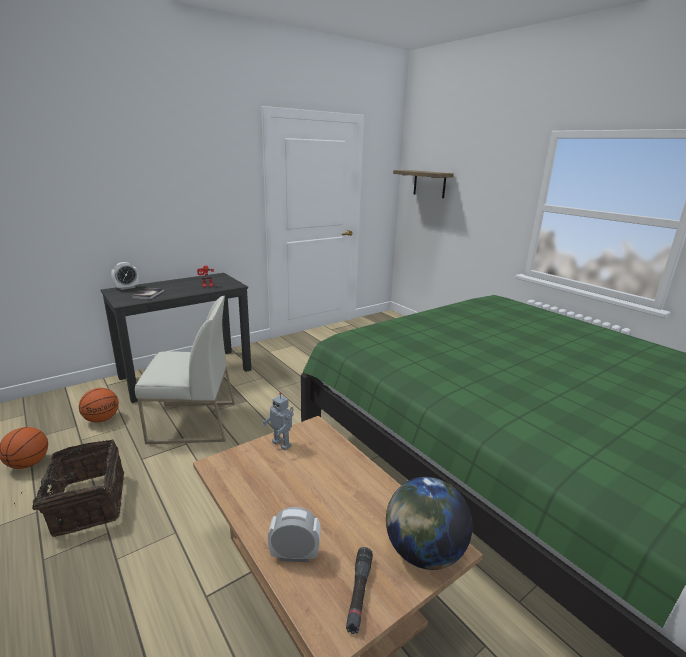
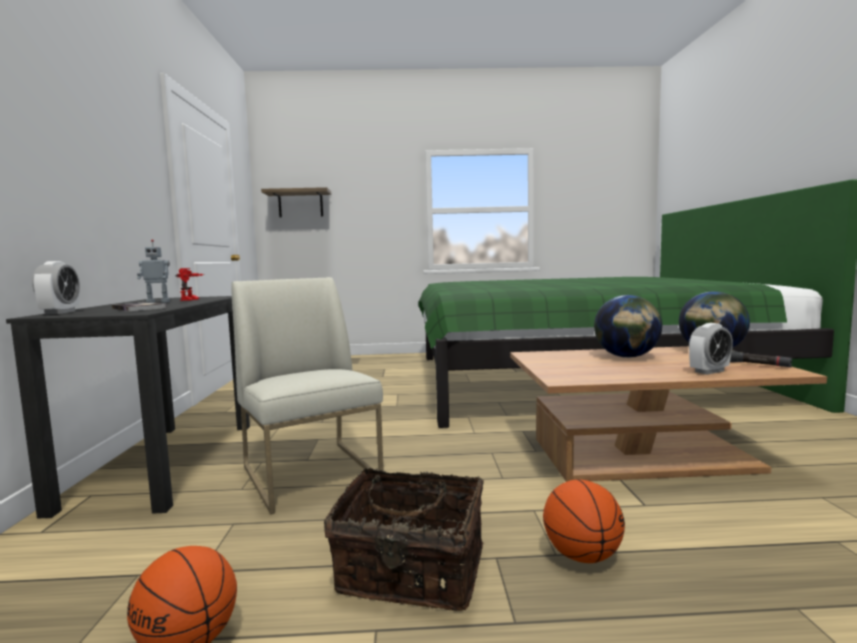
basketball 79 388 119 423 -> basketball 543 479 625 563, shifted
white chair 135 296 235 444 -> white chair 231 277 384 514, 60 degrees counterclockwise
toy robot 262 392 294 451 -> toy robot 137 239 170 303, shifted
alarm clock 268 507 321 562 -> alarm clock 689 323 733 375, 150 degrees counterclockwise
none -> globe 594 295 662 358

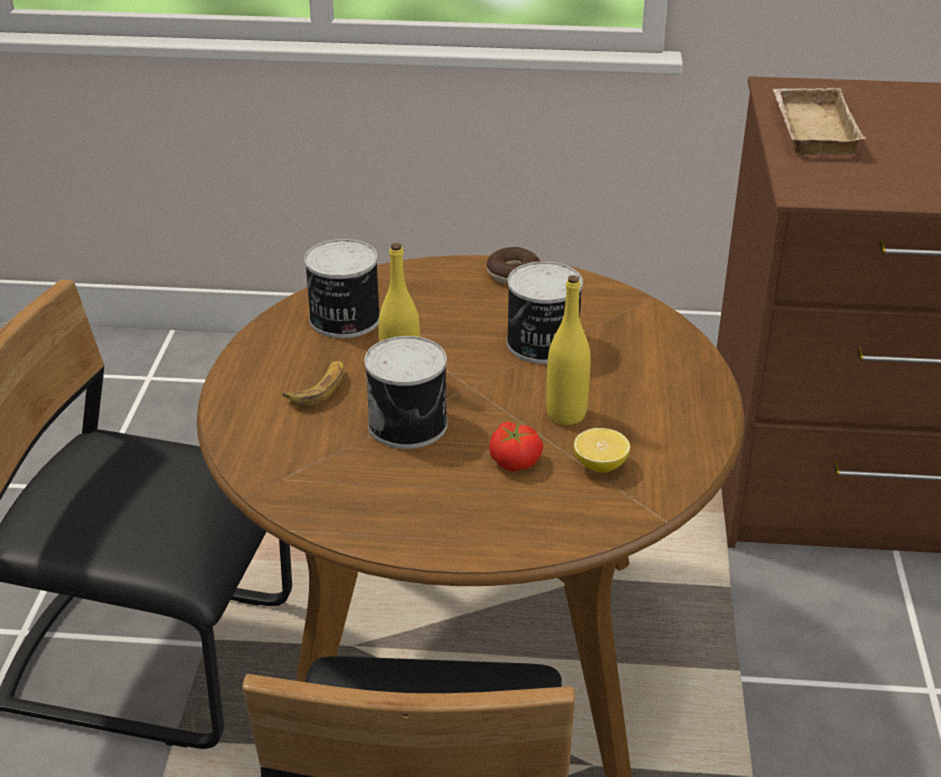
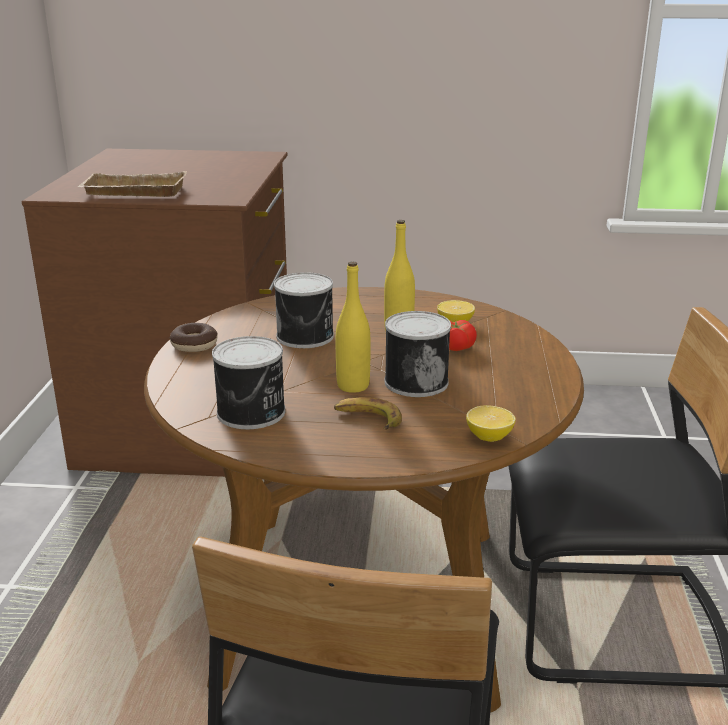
none -> lemon 466 405 516 442

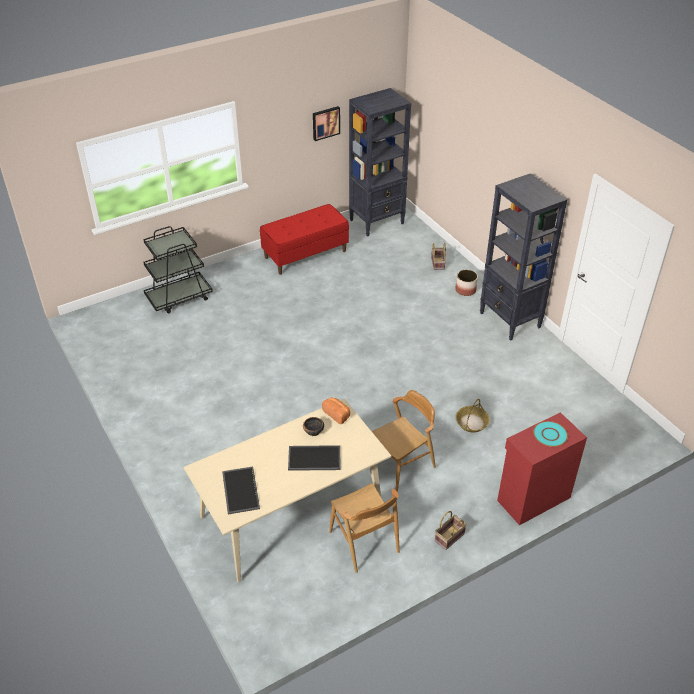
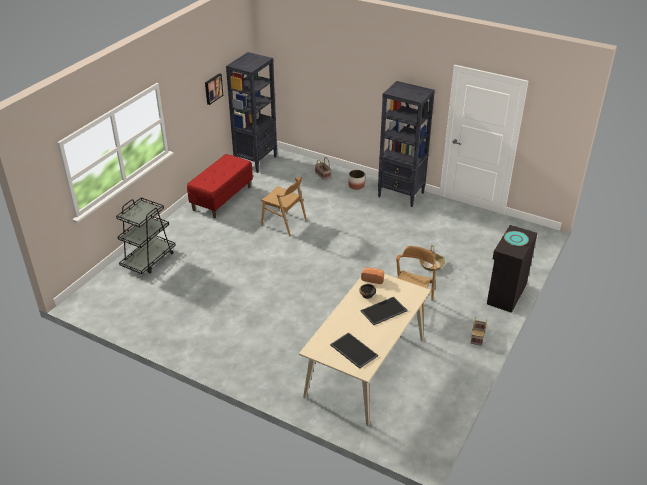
brown chair 329 483 400 573 -> brown chair 261 177 307 236, shifted
red cabinet 497 412 587 525 -> black cabinet 487 225 537 313

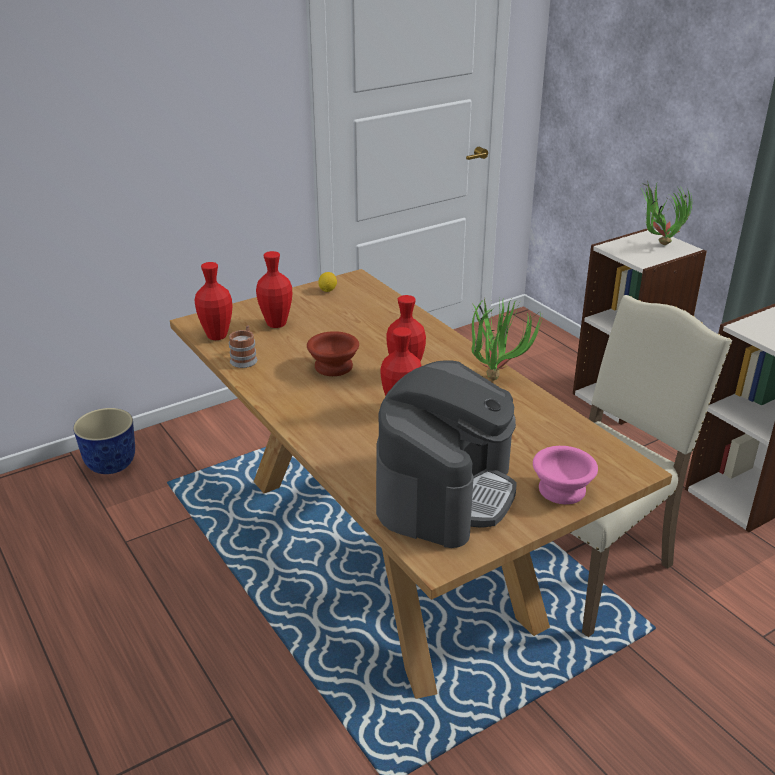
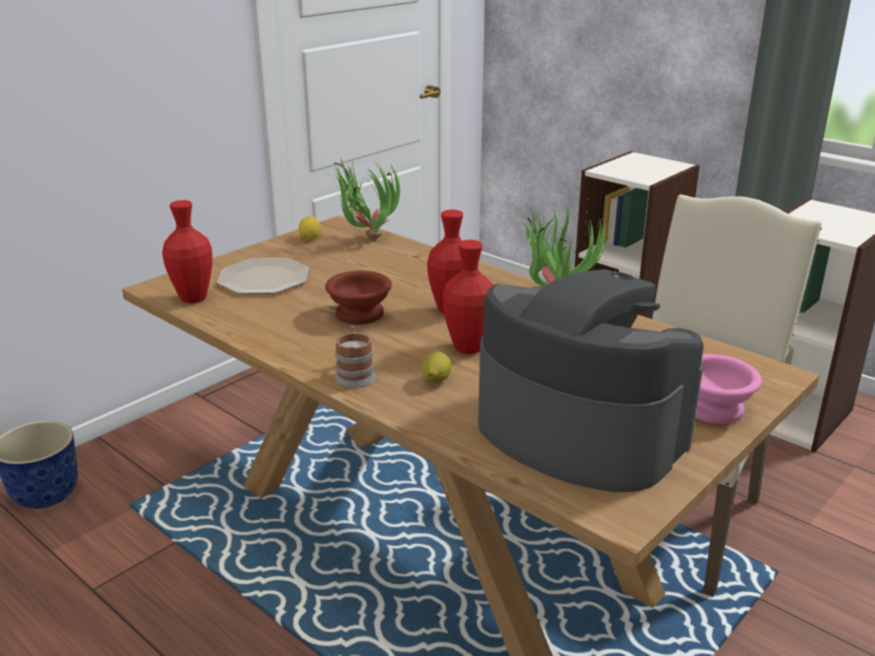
mug 229 325 258 368 -> mug 335 326 376 388, shifted
red vase 256 251 292 328 -> plate 216 258 309 294
coffee machine 376 360 517 548 -> coffee machine 478 269 704 492, 60 degrees counterclockwise
potted plant 641 183 692 245 -> potted plant 328 158 400 240, shifted
none -> lemon 422 352 451 383

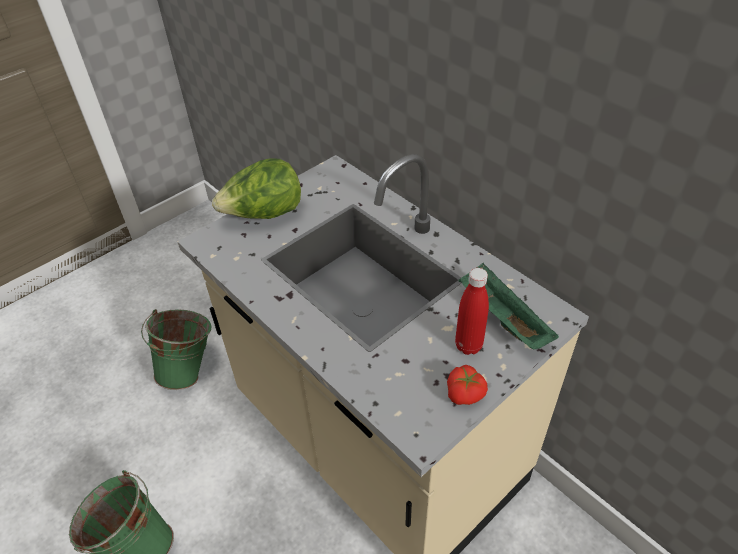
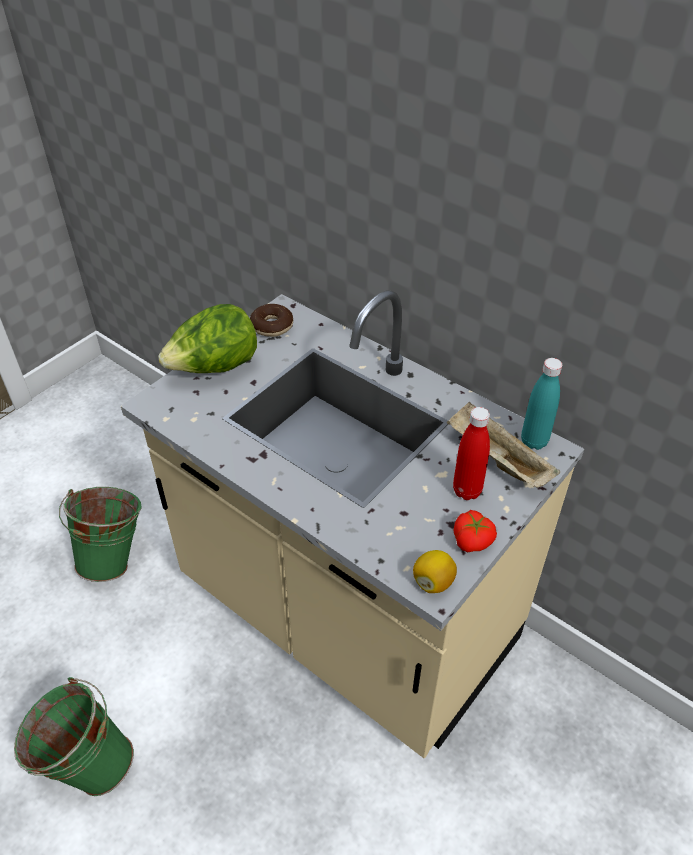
green tray 459 263 559 350 -> beige tray 447 402 560 488
none -> donut 250 304 293 337
none -> lemon 413 550 457 593
none -> turquoise bottle 521 358 562 450

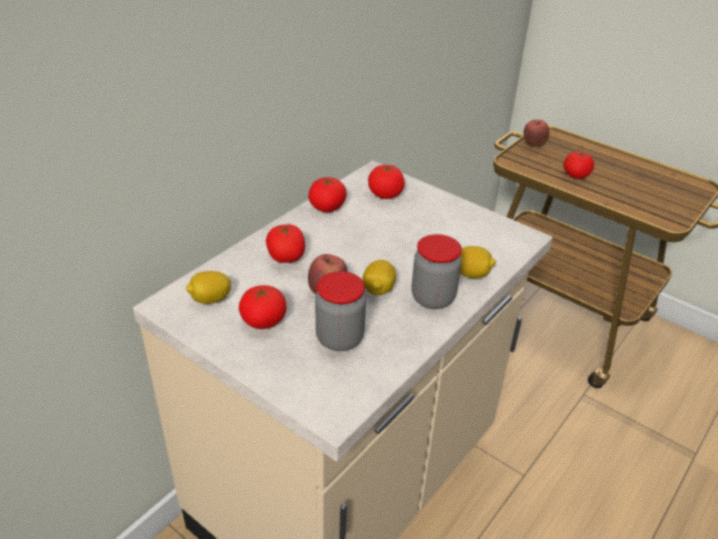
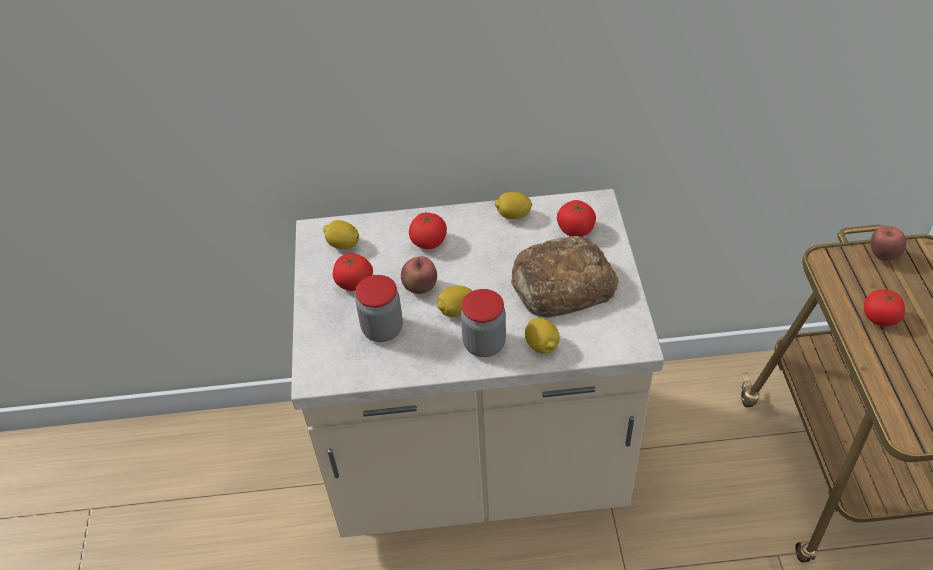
tomato 308 177 347 212 -> lemon 495 192 532 219
none -> bread 511 236 619 318

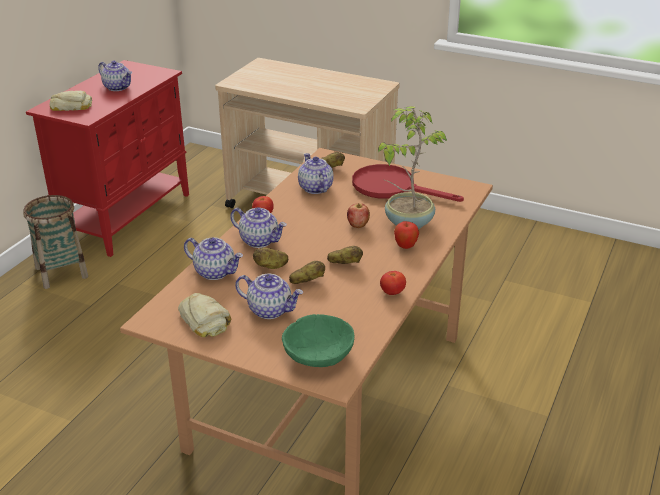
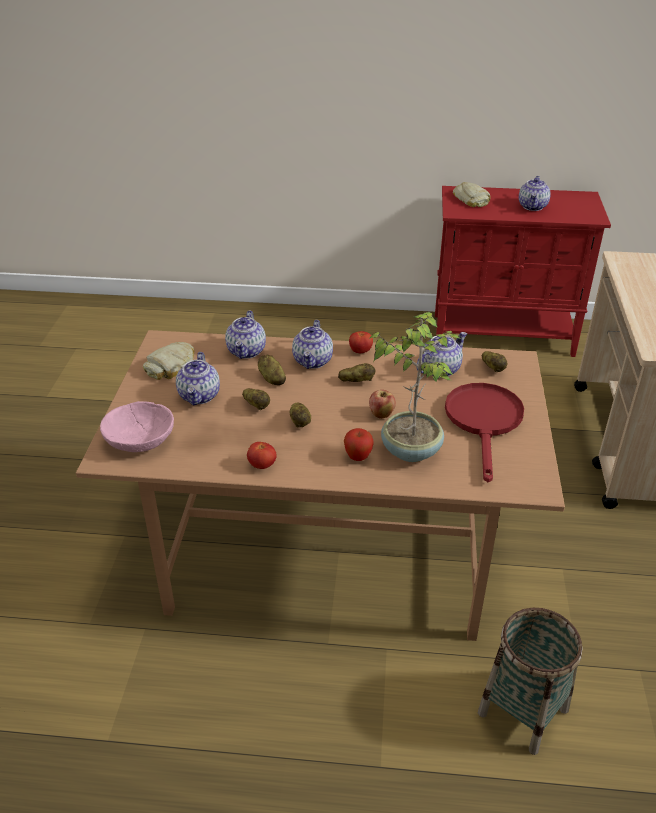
basket 23 195 88 289 -> basket 478 608 583 755, shifted
green bowl 282 314 354 367 -> pink bowl 100 401 174 452
none -> potato 338 363 375 382

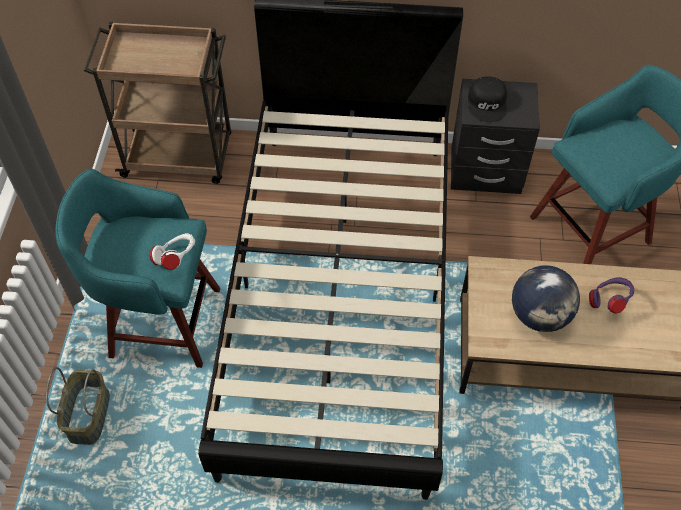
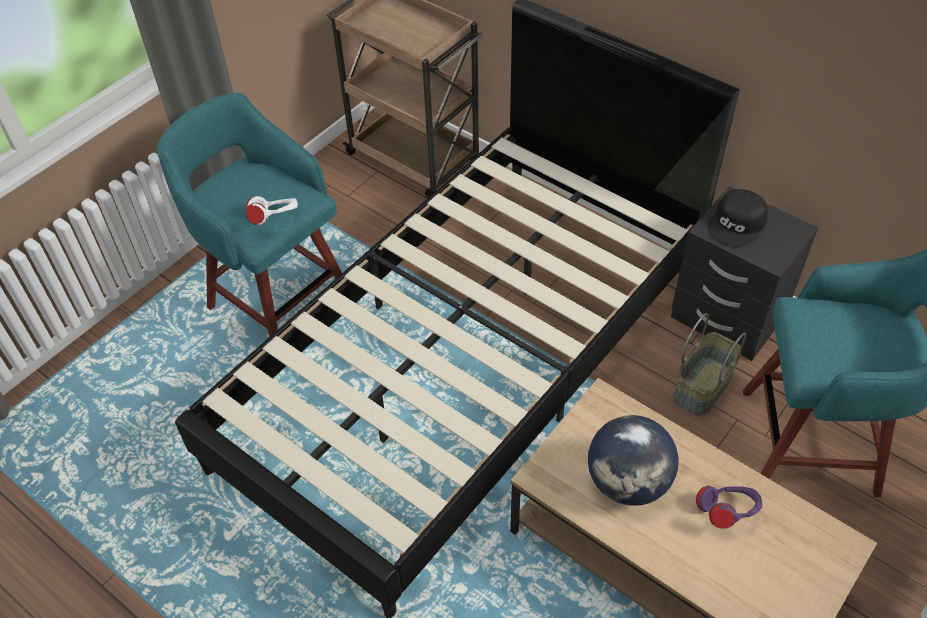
basket 46 367 110 445 -> basket 673 313 746 416, shifted

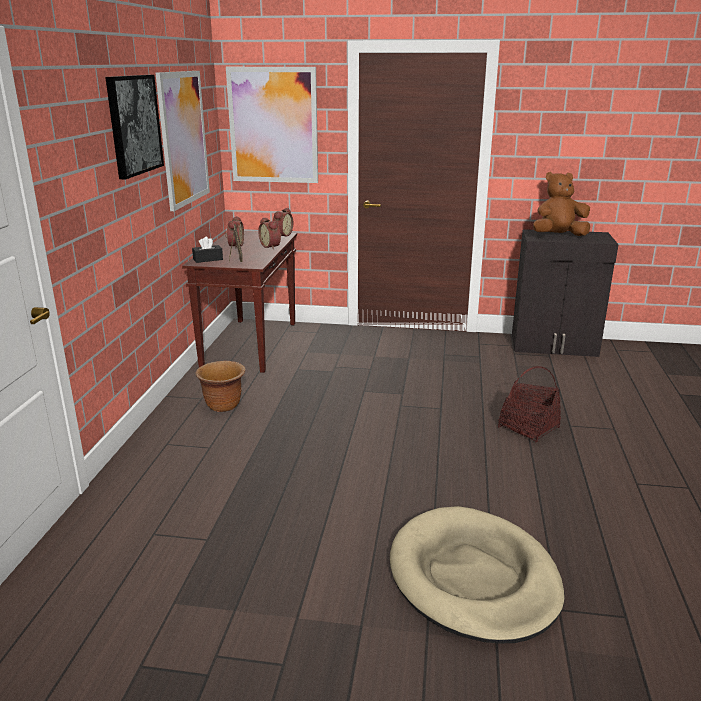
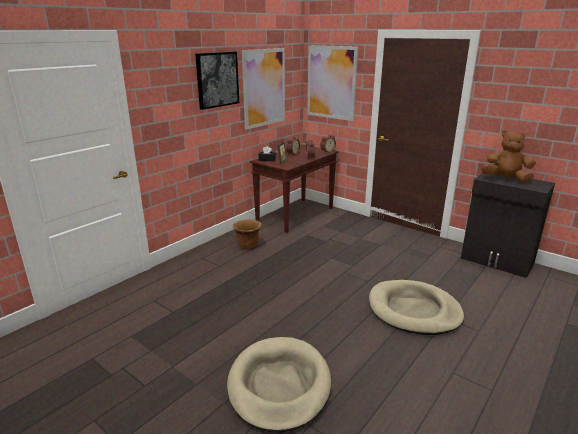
basket 498 366 561 442 -> beige dog bed 369 280 464 335

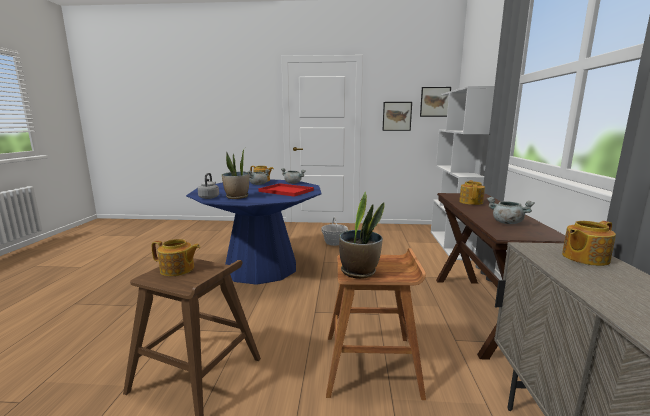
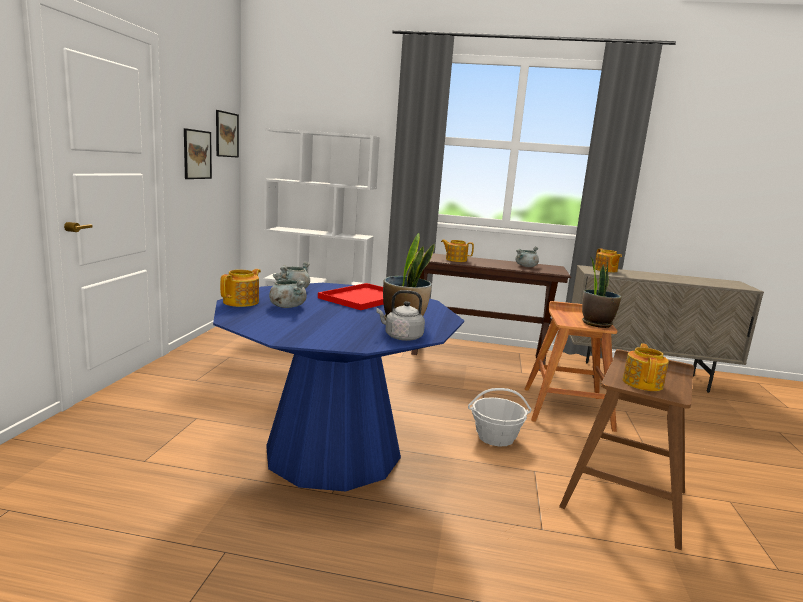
basket 321 217 348 246 -> basket 468 388 532 447, shifted

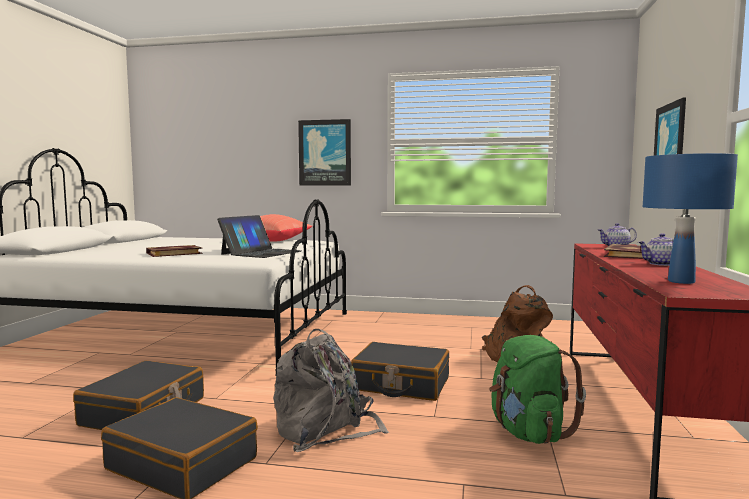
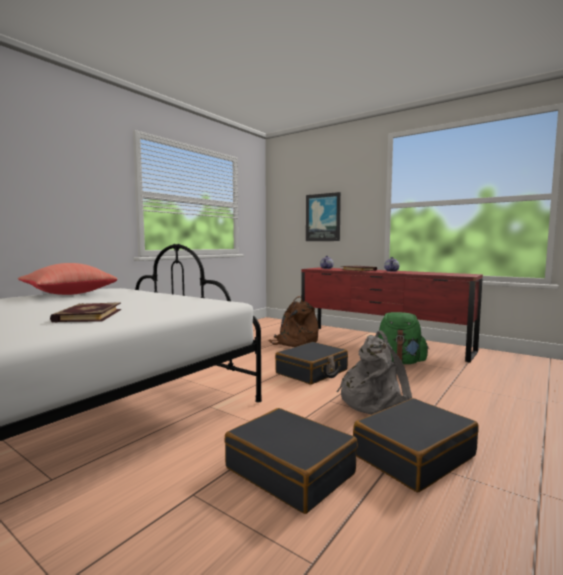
laptop 217 215 302 258 -> none
picture 298 119 351 186 -> none
blue table lamp 643 153 738 284 -> none

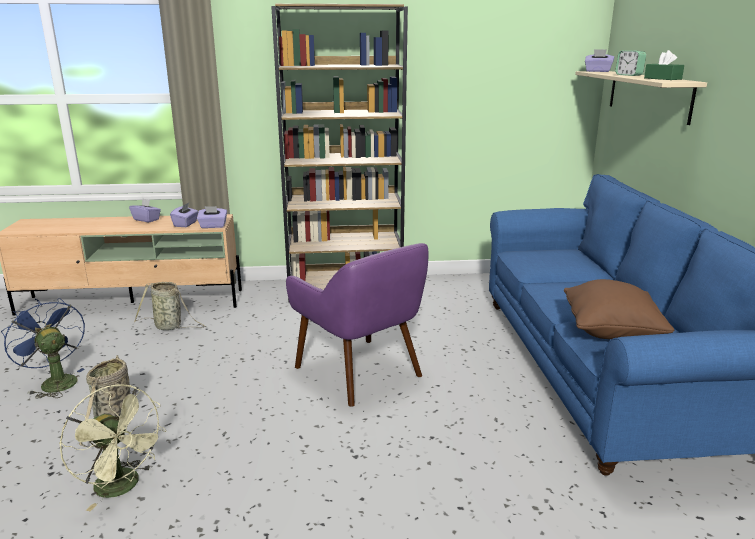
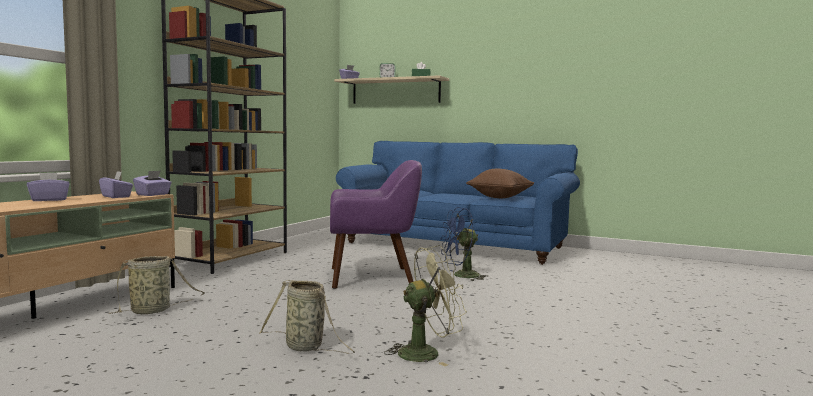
blue fan 1 298 85 399 -> blue fan 440 207 488 281, shifted

